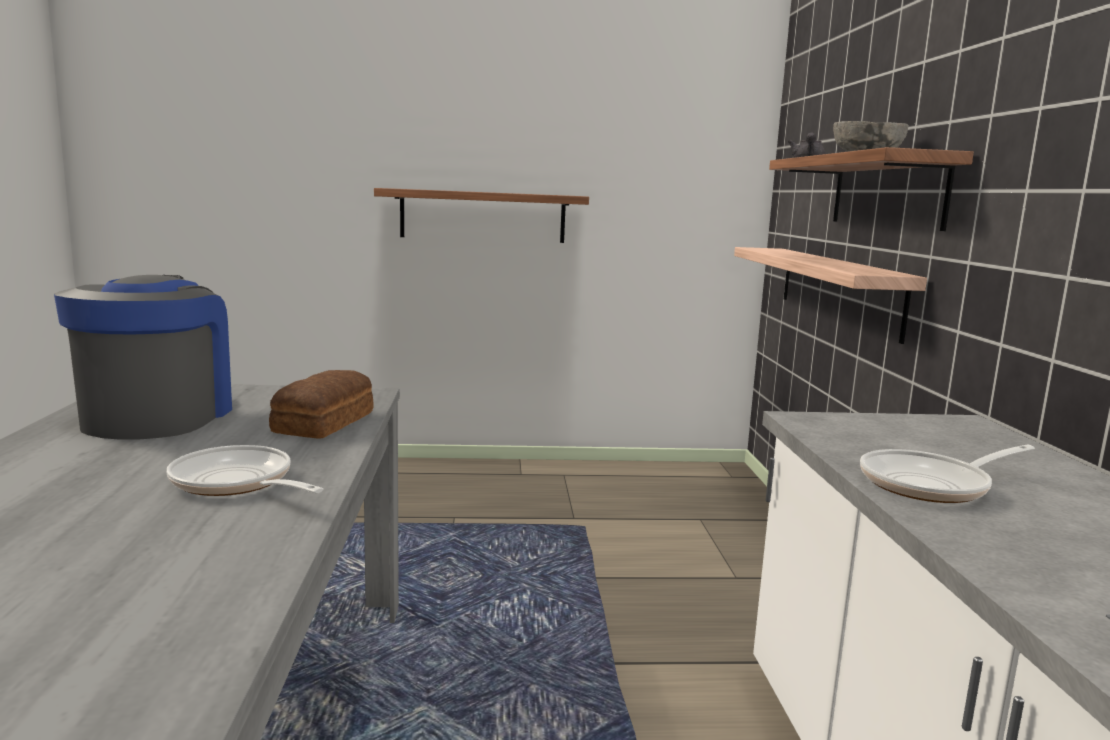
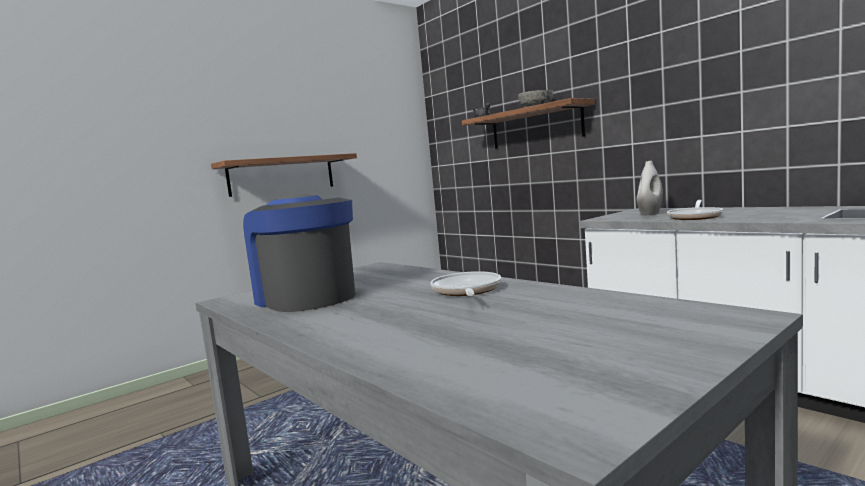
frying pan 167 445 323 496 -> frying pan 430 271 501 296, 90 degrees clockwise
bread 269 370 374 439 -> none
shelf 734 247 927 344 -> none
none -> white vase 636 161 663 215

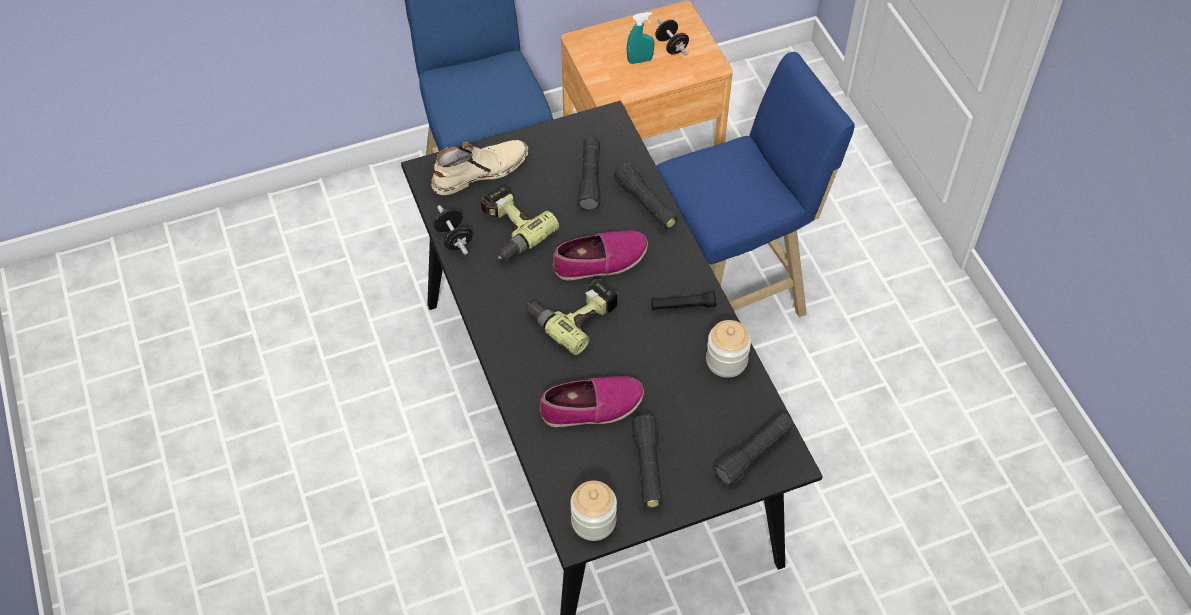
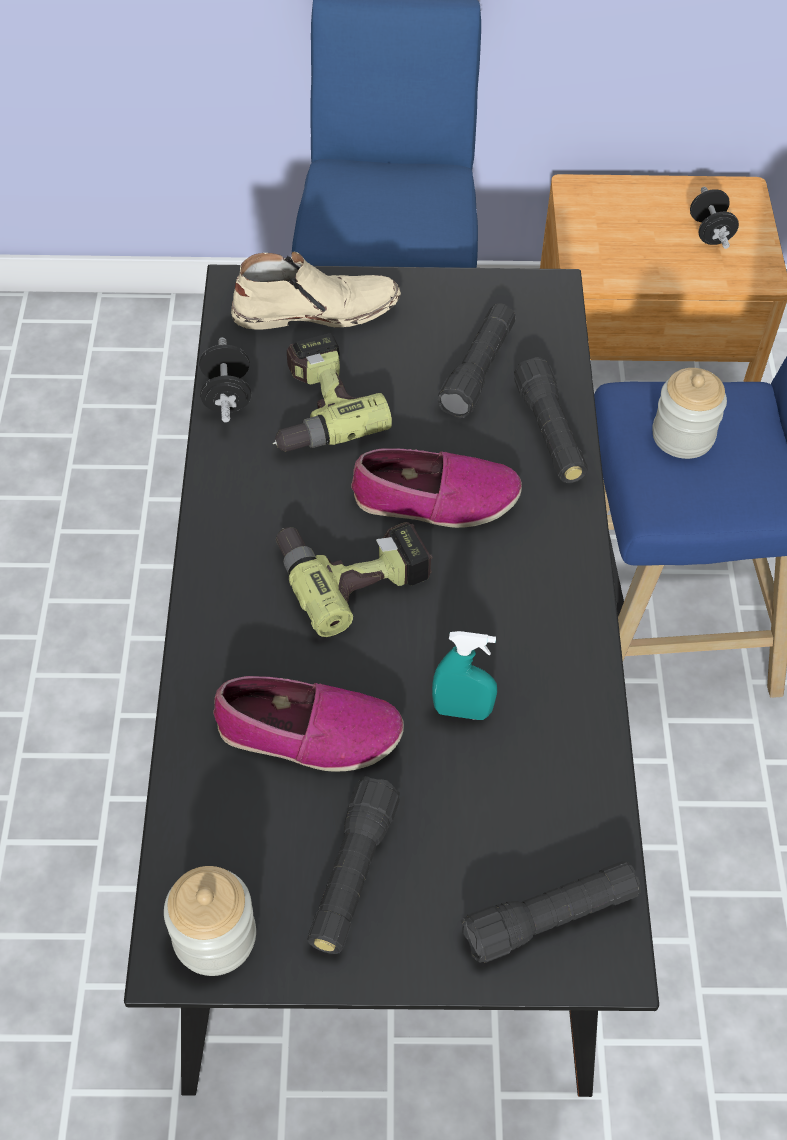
turquoise spray bottle 627 12 654 64 -> turquoise spray bottle 432 631 497 720, shifted
black flashlight 651 291 716 310 -> none
jar 706 320 751 378 -> jar 652 368 727 459, shifted

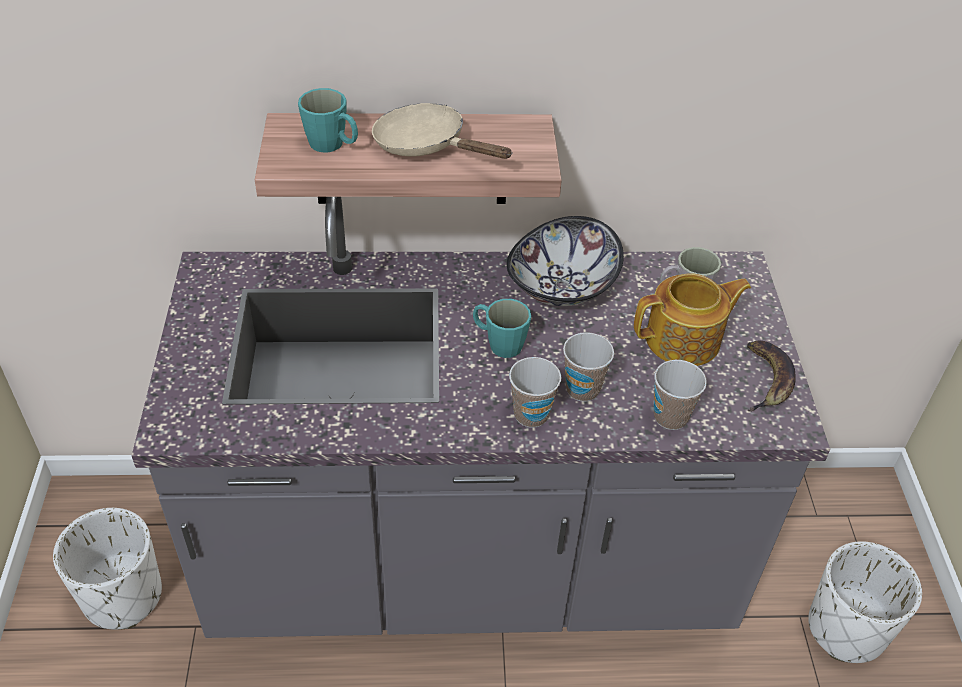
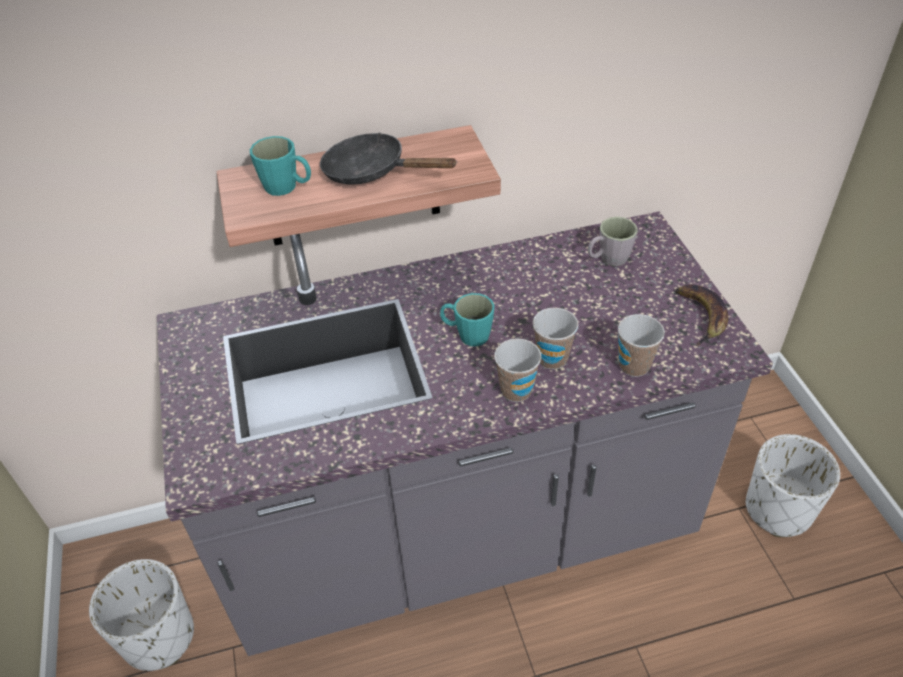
beige frying pan 372 103 513 159 -> black frying pan 320 132 457 185
bowl 506 216 624 306 -> none
teapot 634 273 751 366 -> none

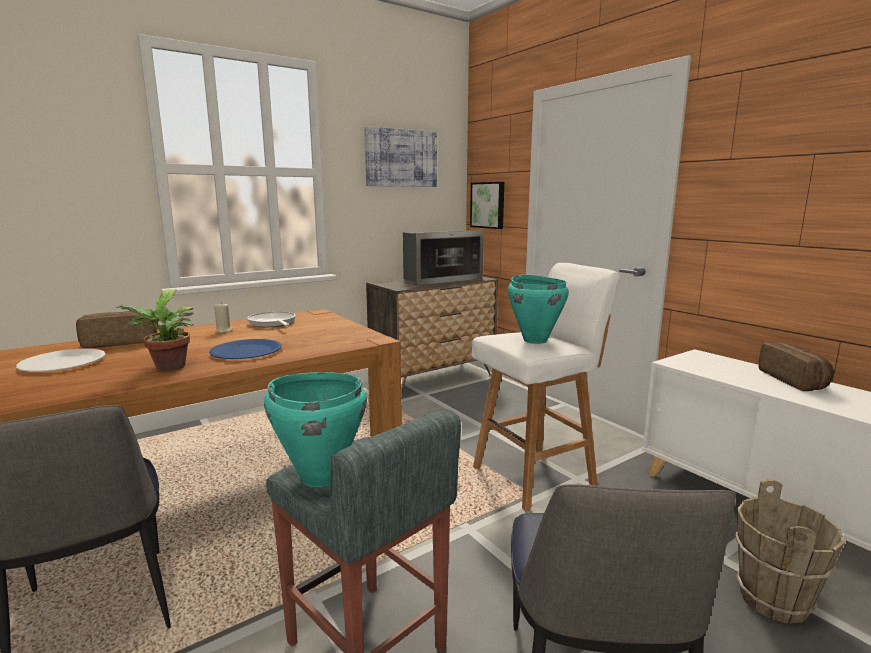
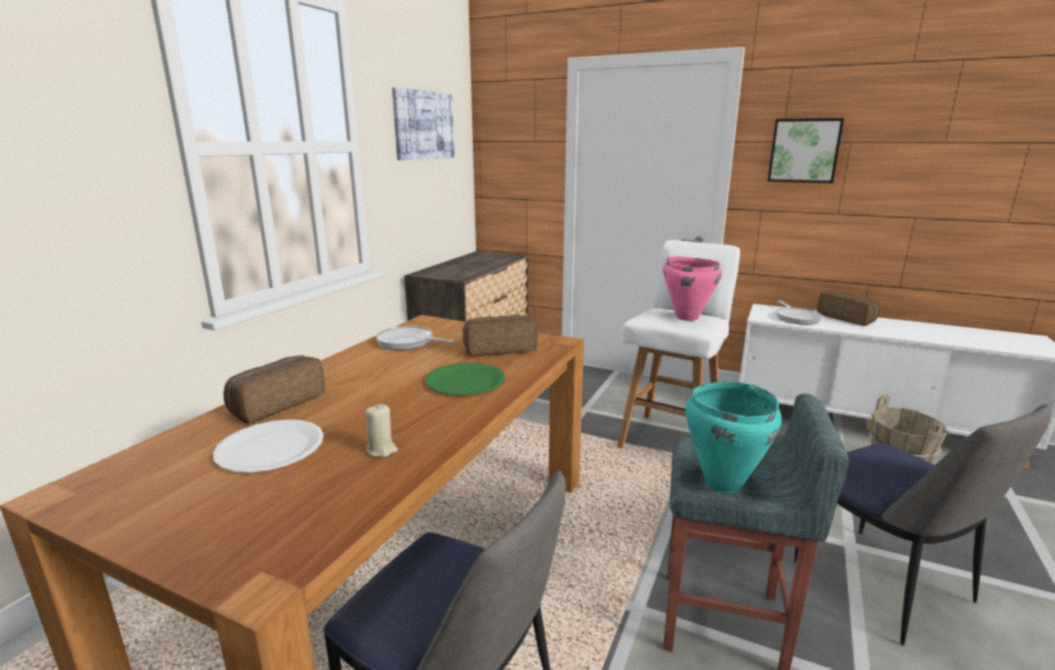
potted plant 114 289 194 371 -> none
blue plate 209 339 281 359 -> green plate 425 363 505 396
beige candle 214 302 233 333 -> beige candle 365 404 398 457, shifted
microwave 403 230 484 286 -> none
picture 470 182 504 229 -> picture 768 118 844 183, shifted
turquoise cooking pot 508 275 569 344 -> pink cooking pot 663 256 722 321
none -> bread 462 315 538 356
none -> frying pan 776 300 823 325

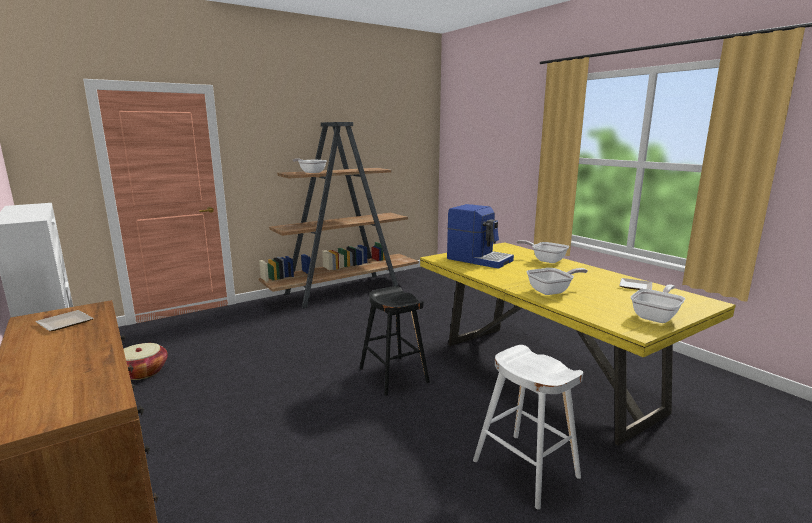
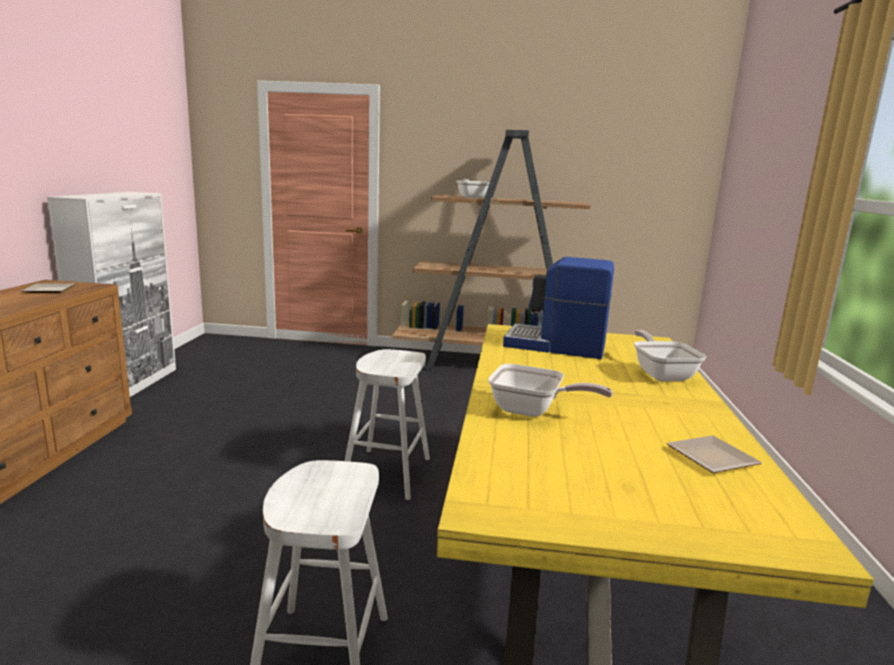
basket 124 343 168 380 -> none
black stool 360 286 430 396 -> white stool 345 349 430 500
coffee machine 447 204 514 269 -> coffee machine 503 257 614 359, 120 degrees clockwise
frying pan 631 285 685 323 -> none

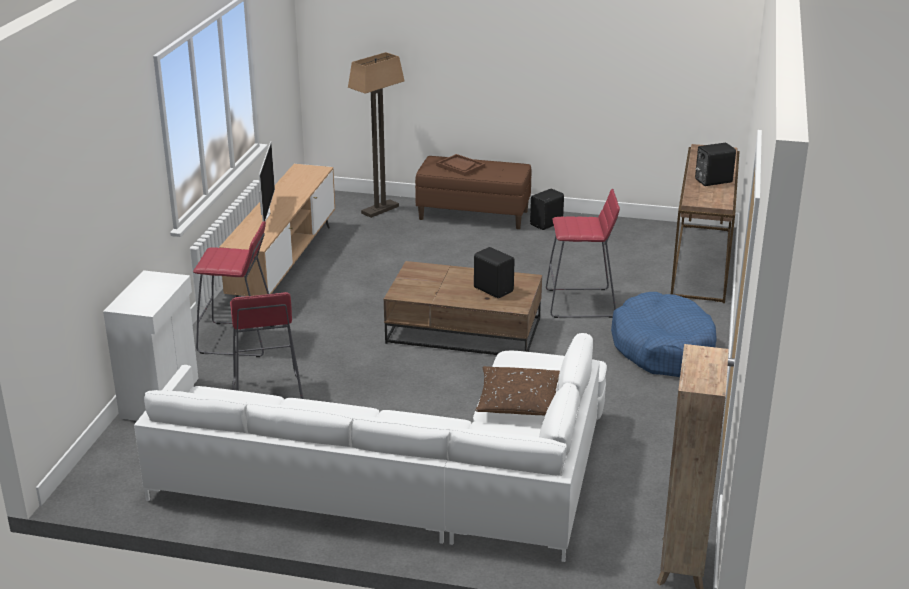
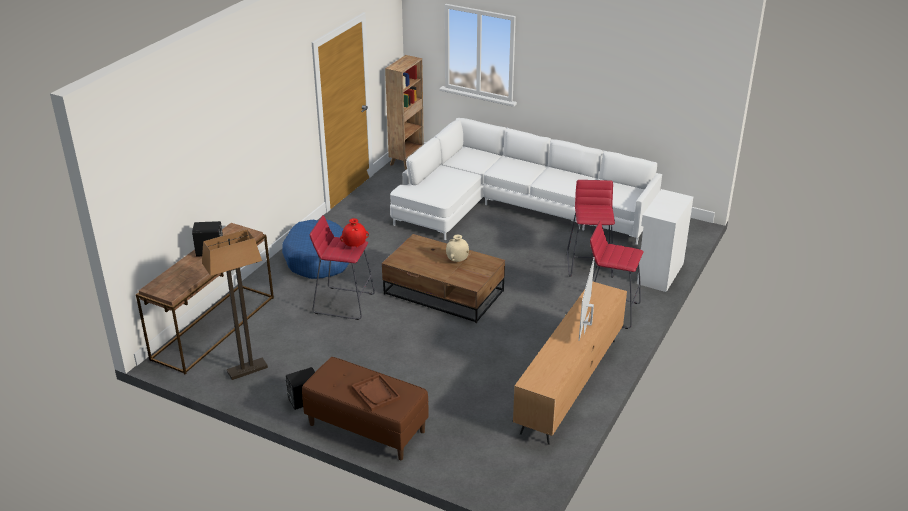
floor lamp 348 52 404 218 -> floor lamp 202 229 268 380, shifted
black speaker 474 247 515 298 -> none
brown pillow 475 366 560 415 -> none
none -> red vase 340 218 369 247
none -> beige vase 446 235 469 262

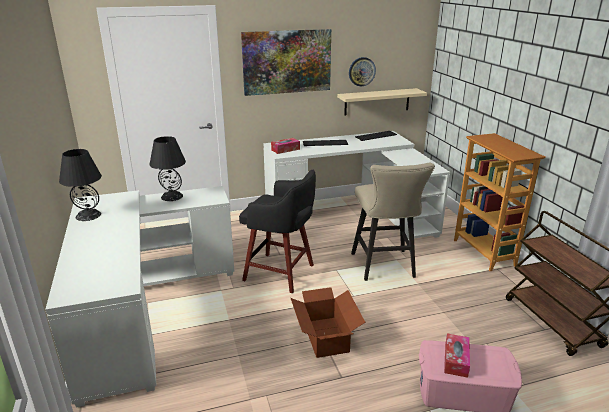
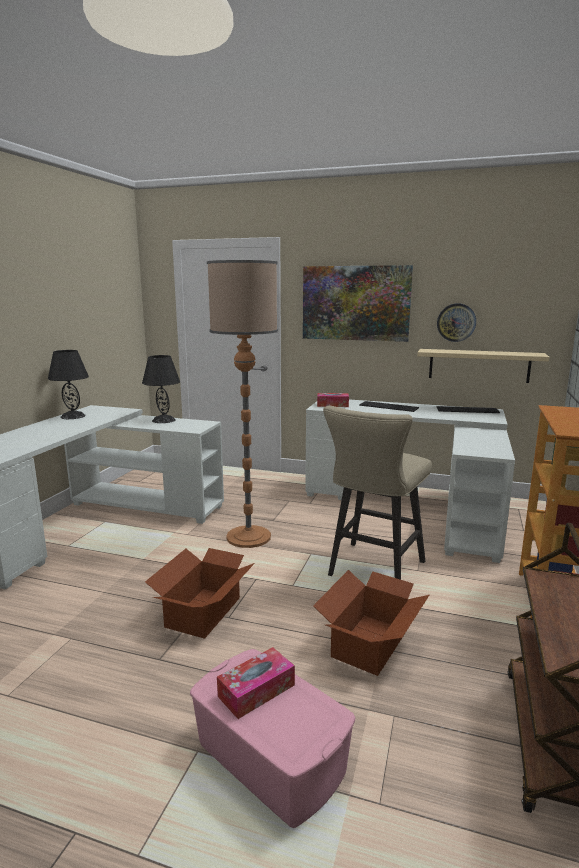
black stool 239 169 316 293 -> floor lamp 207 260 278 548
none -> cardboard box 313 570 429 676

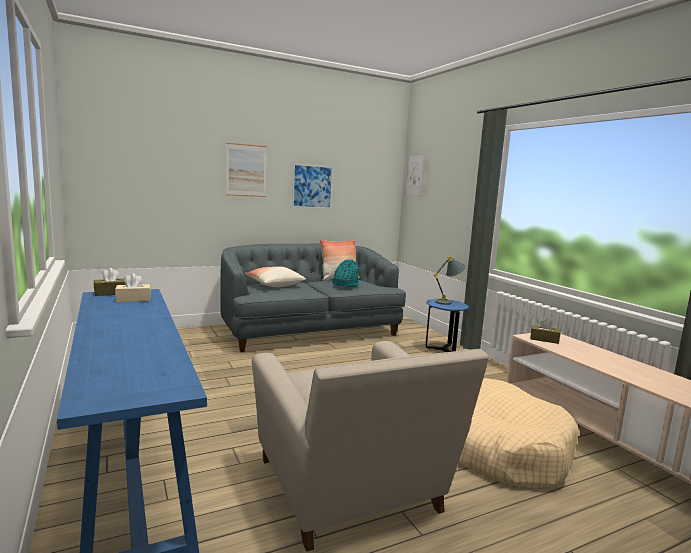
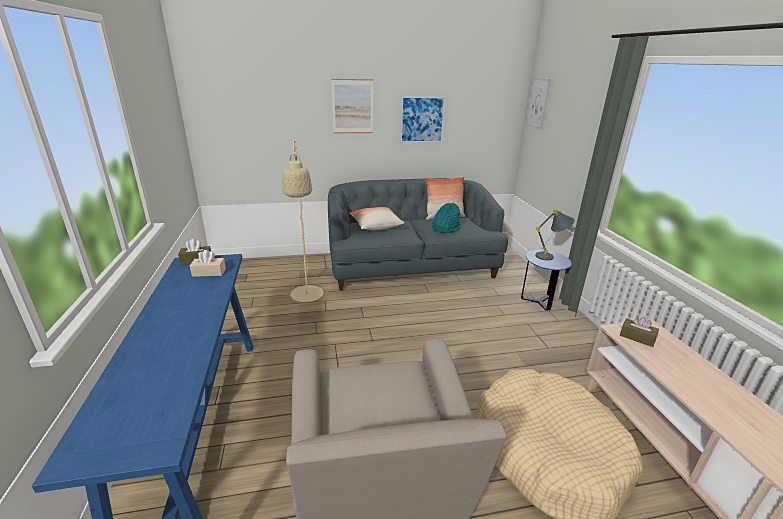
none -> beige floor lamp 282 138 323 302

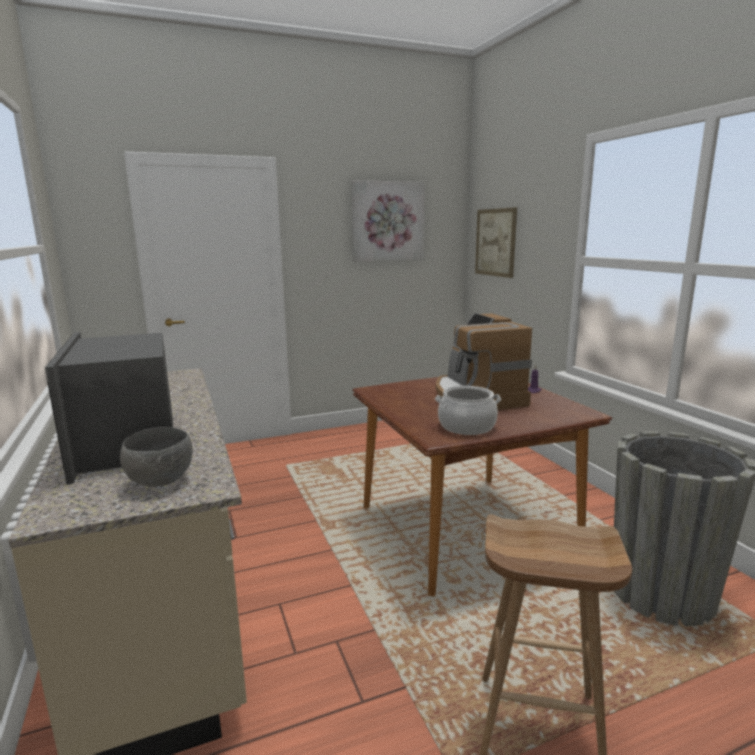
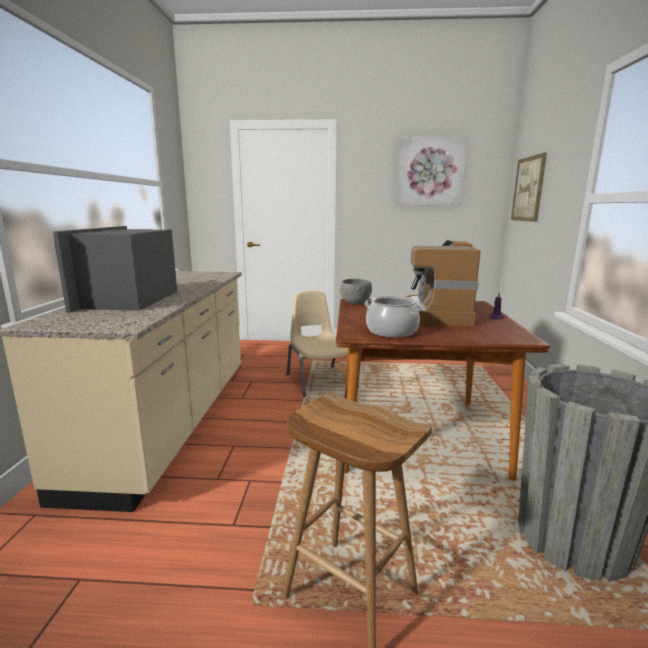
grey bowl 120 427 193 487 -> grey bowl 340 279 372 304, shifted
none -> beige chair 287 291 359 397

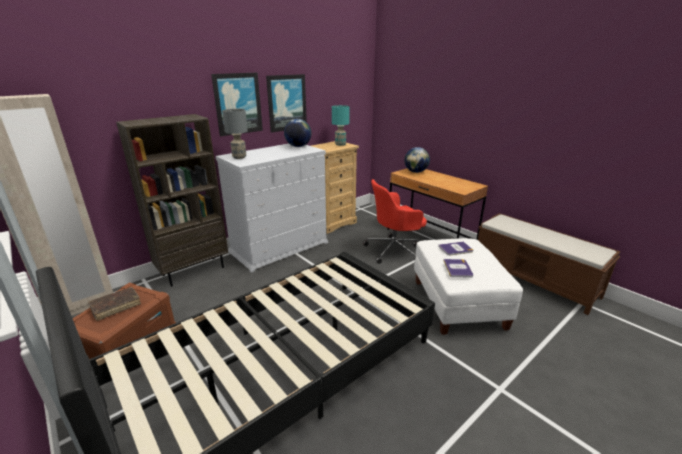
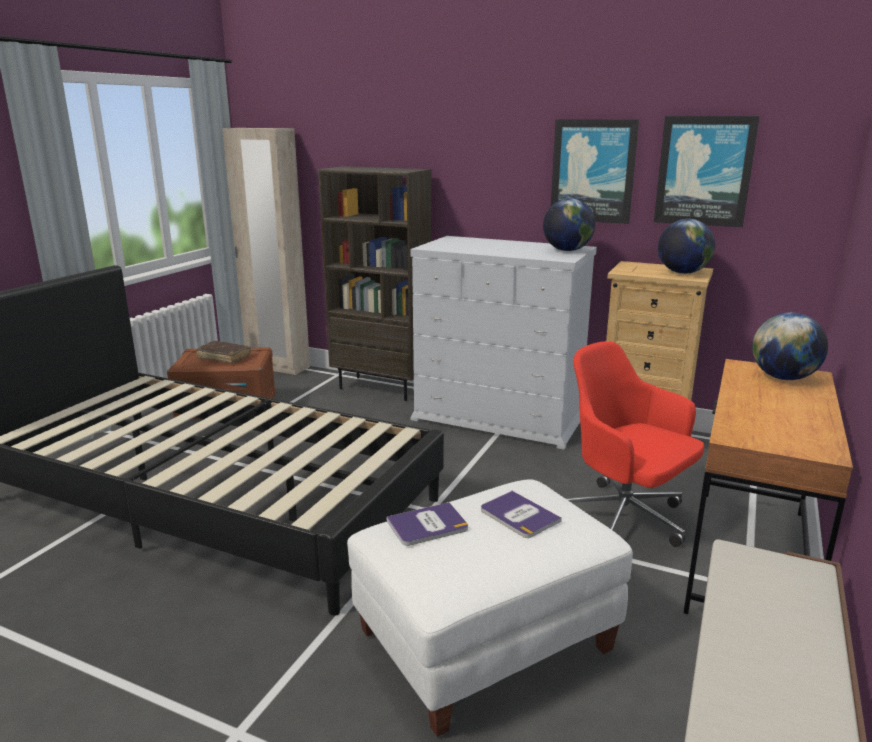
picture 211 73 263 136 -> picture 654 116 760 227, shifted
grey table lamp 222 109 248 159 -> none
turquoise table lamp 332 105 350 146 -> globe 658 219 715 274

